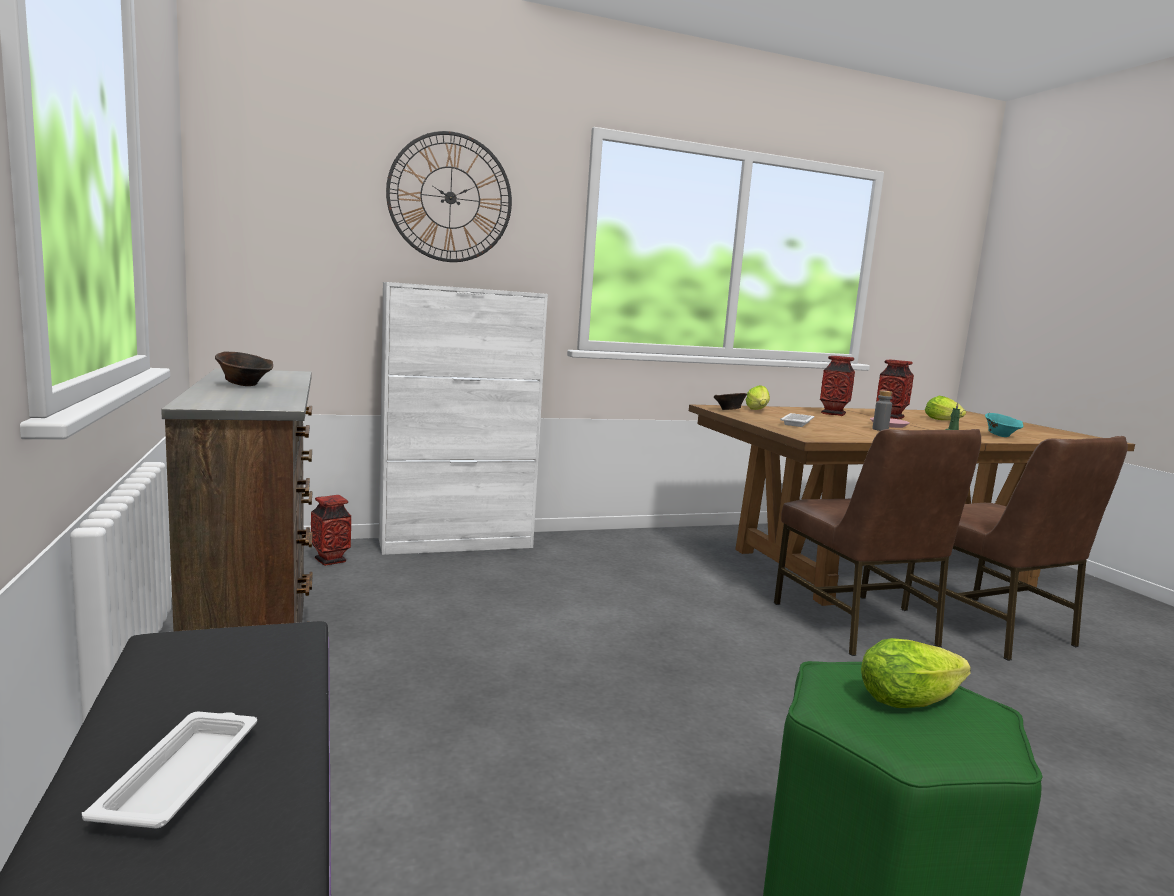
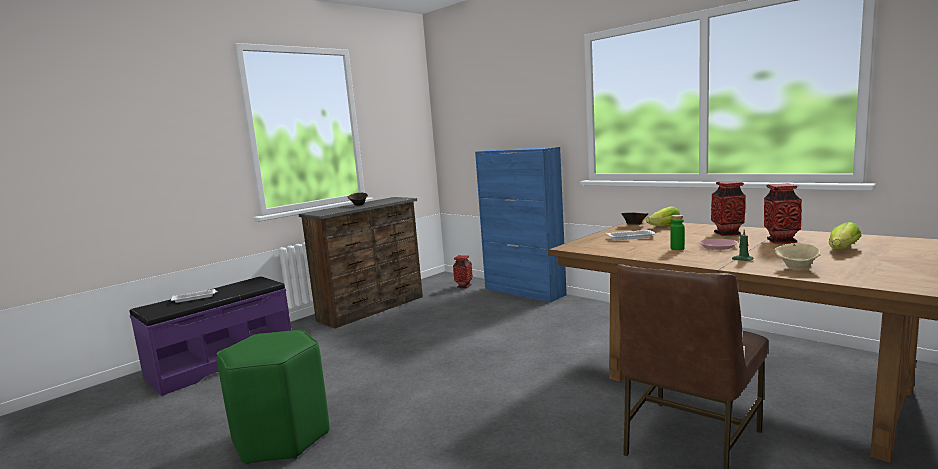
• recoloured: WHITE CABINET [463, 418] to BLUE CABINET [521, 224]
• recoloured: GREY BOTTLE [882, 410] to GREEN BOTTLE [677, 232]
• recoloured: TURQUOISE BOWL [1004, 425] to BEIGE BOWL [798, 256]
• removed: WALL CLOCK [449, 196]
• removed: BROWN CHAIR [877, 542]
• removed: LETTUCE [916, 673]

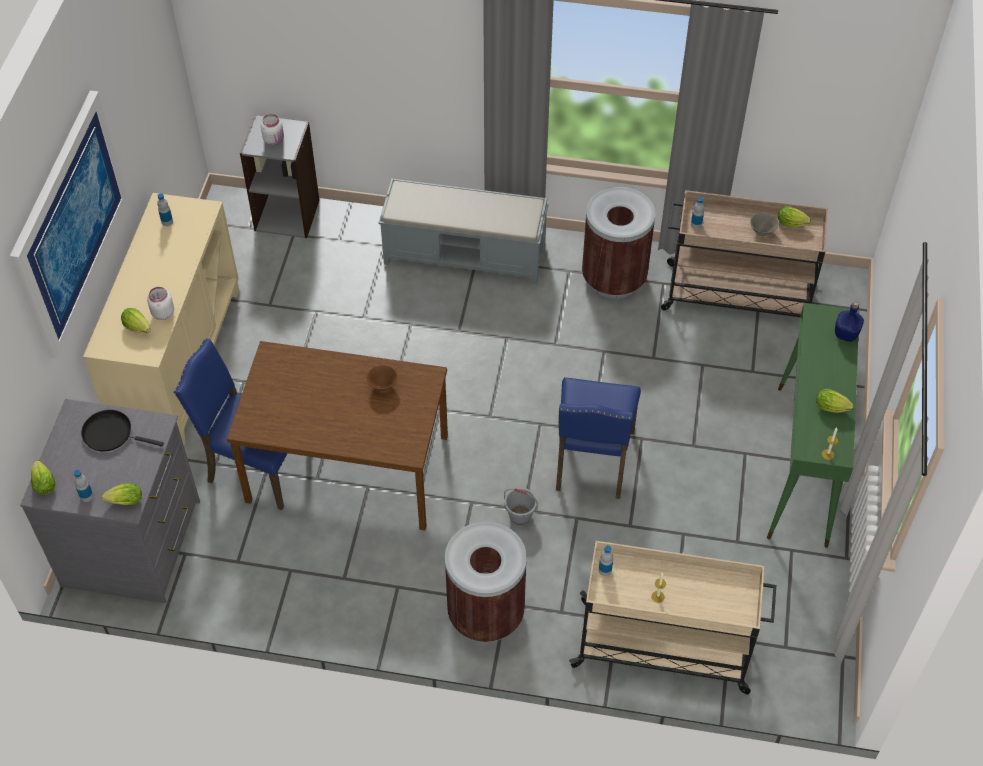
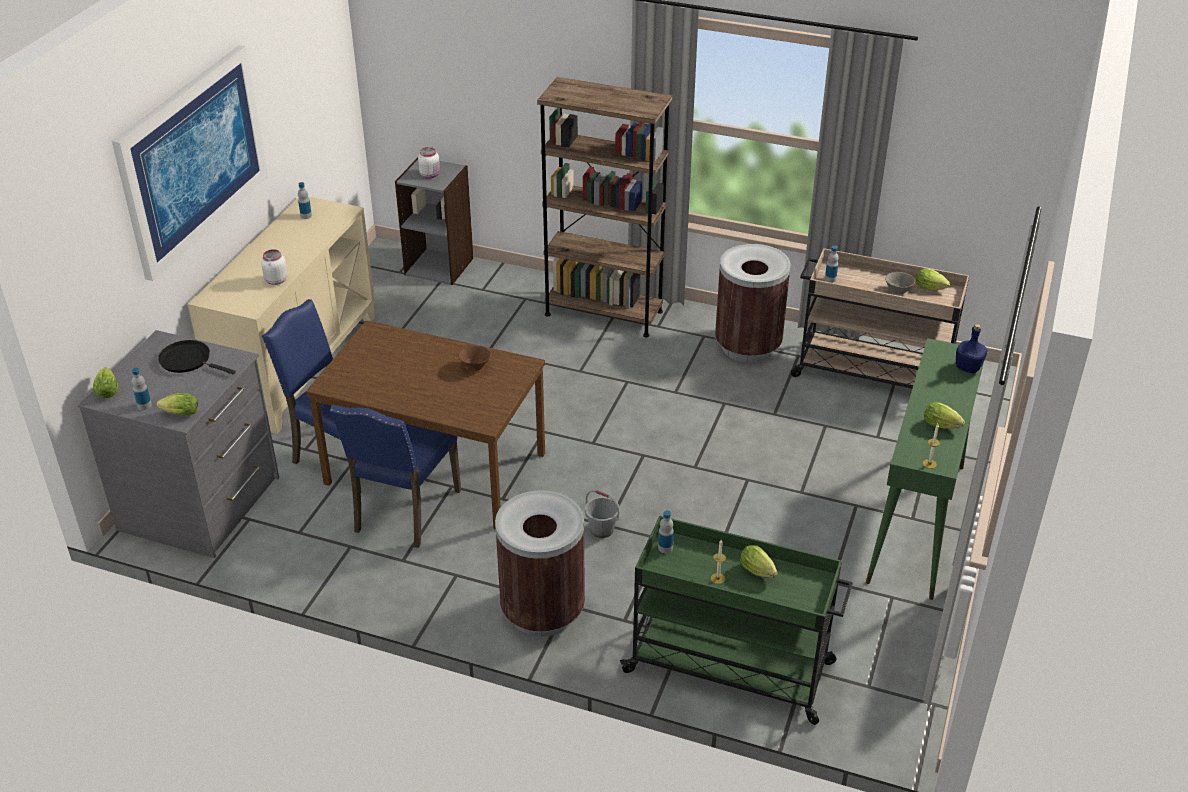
• moved: BLUE CHAIR [598, 438] to [395, 476]
• replaced: GREY BENCH [464, 231] to BROWN BOOKCASE [604, 207]
• recoloured: BEIGE CART [672, 617] to GREEN CART [736, 620]
• moved: LETTUCE [136, 320] to [759, 561]

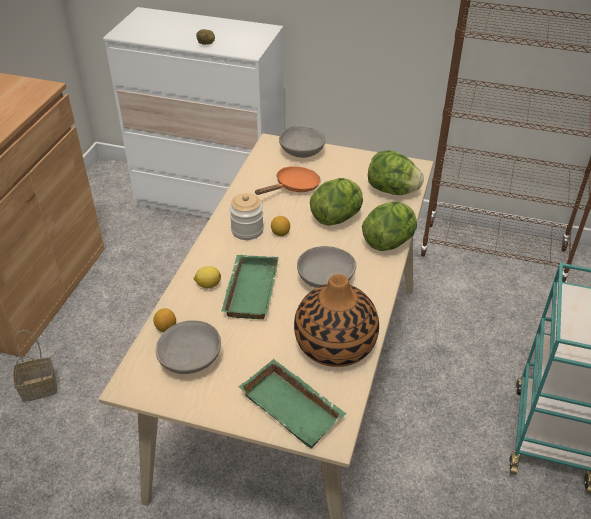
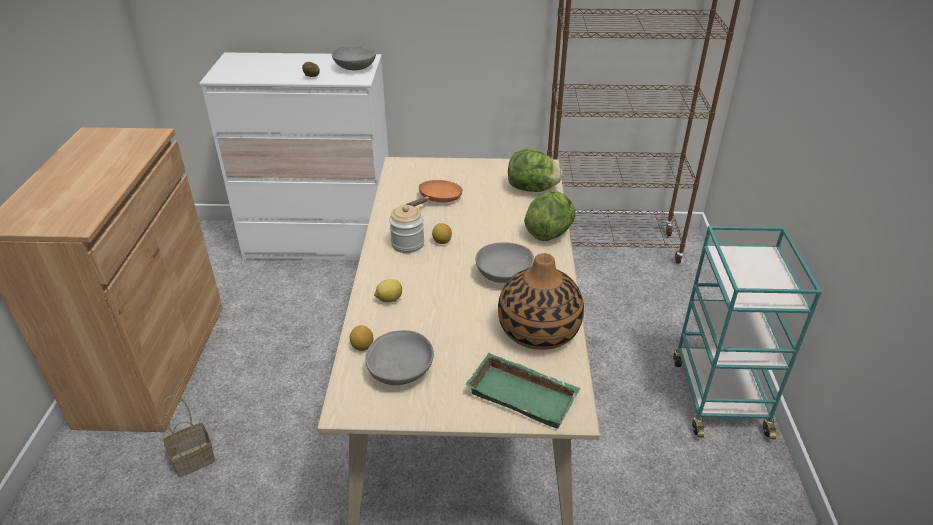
• moved: GREY BOWL [302, 141] to [354, 57]
• removed: GREEN TRAY [250, 287]
• removed: LETTUCE [336, 202]

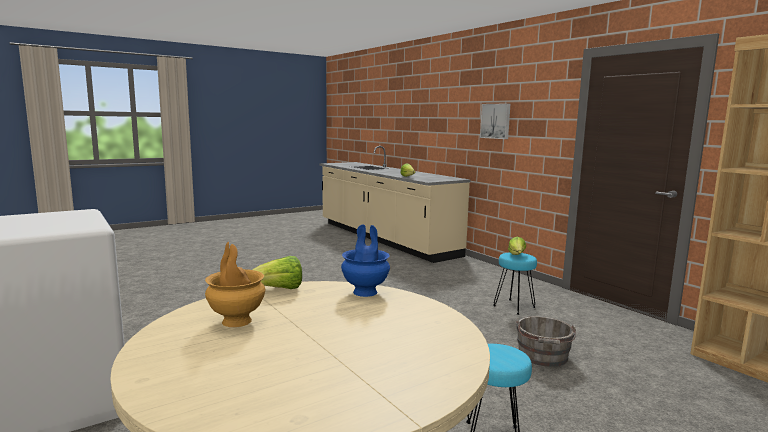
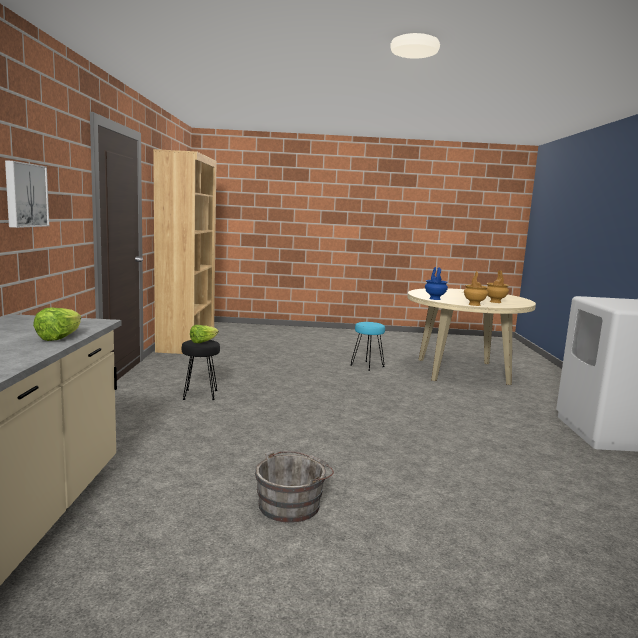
• recoloured: TURQUOISE STOOL [515, 283] to BLACK STOOL [201, 370]
• moved: GREY BUCKET [546, 341] to [294, 487]
• replaced: LETTUCE [277, 272] to BROWN VASE [476, 288]

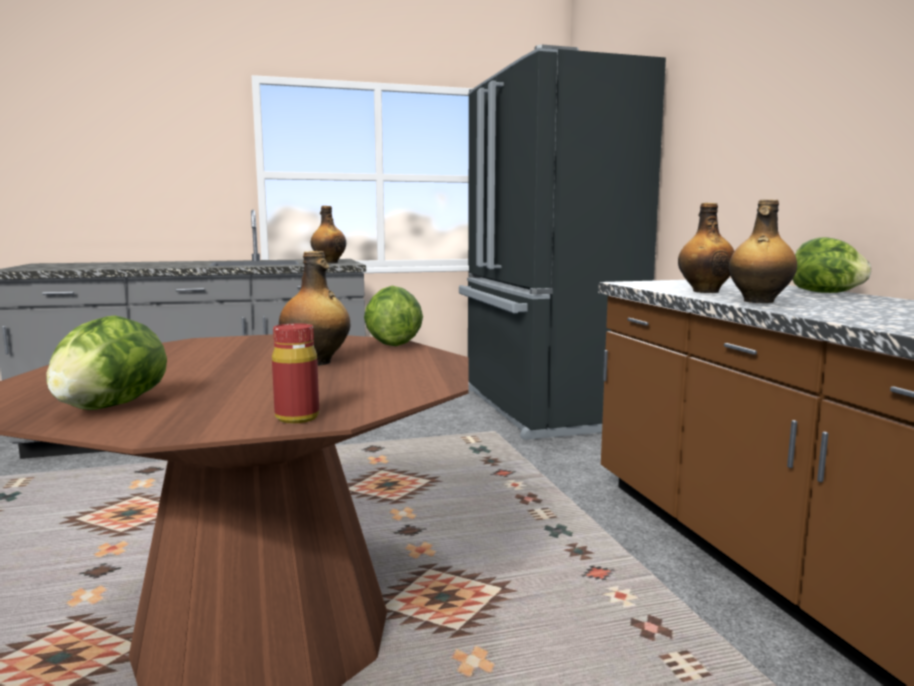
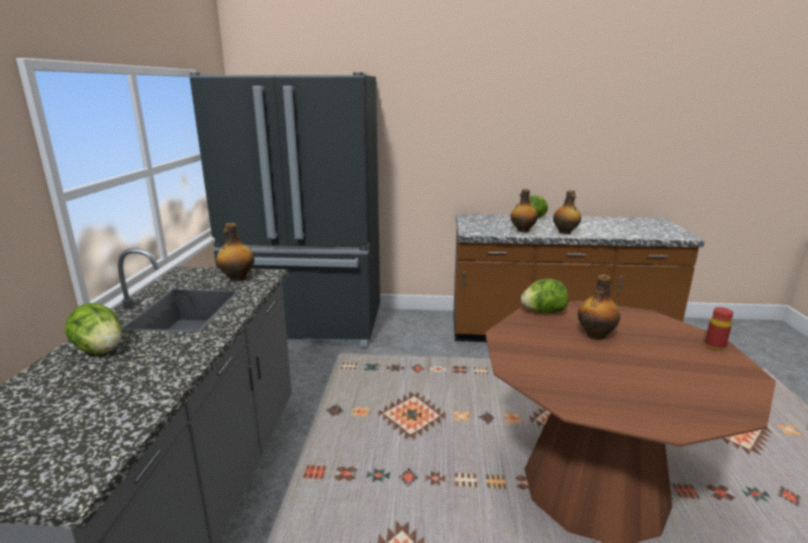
• moved: LETTUCE [106, 362] to [93, 328]

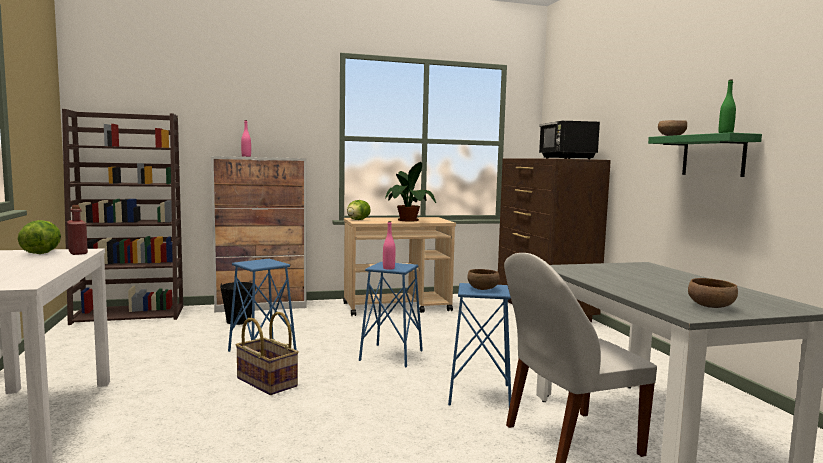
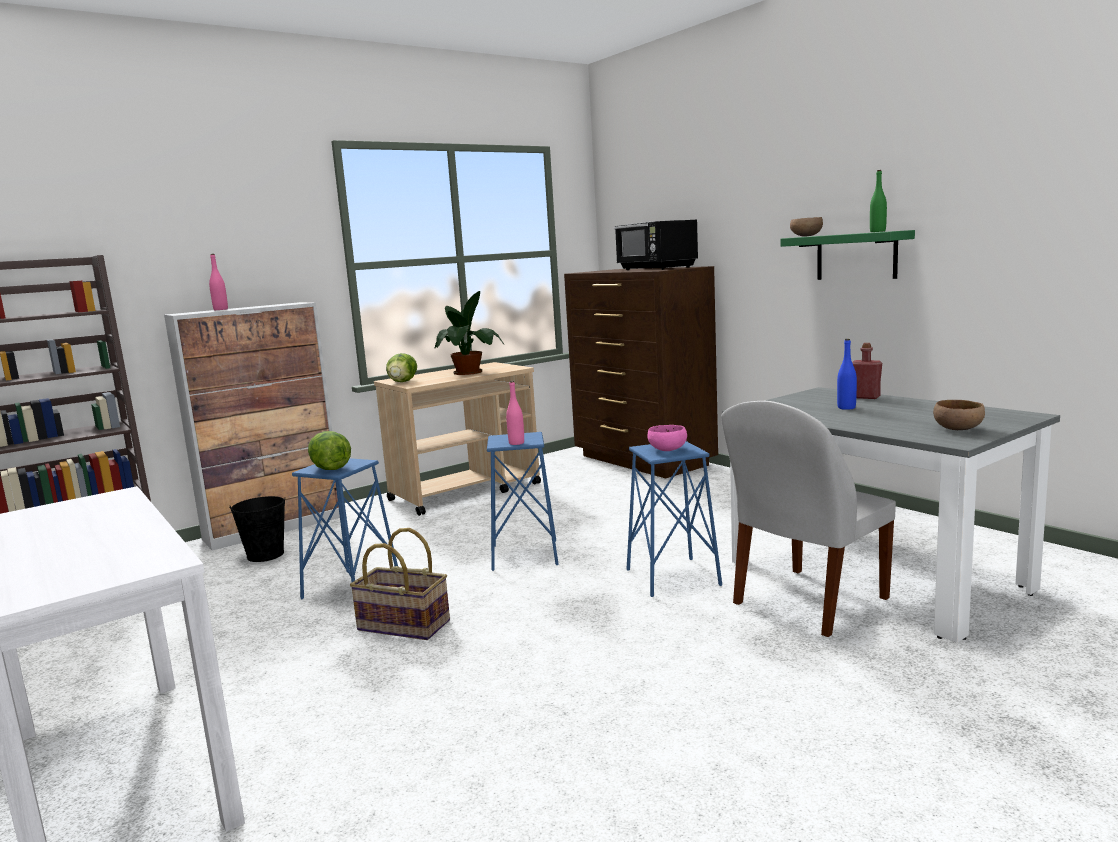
• moved: LETTUCE [39, 237] to [329, 450]
• recoloured: BROWN BOWL [483, 279] to PINK BOWL [667, 438]
• added: BLUE BOTTLE [847, 374]
• moved: RED BOTTLE [77, 230] to [867, 371]

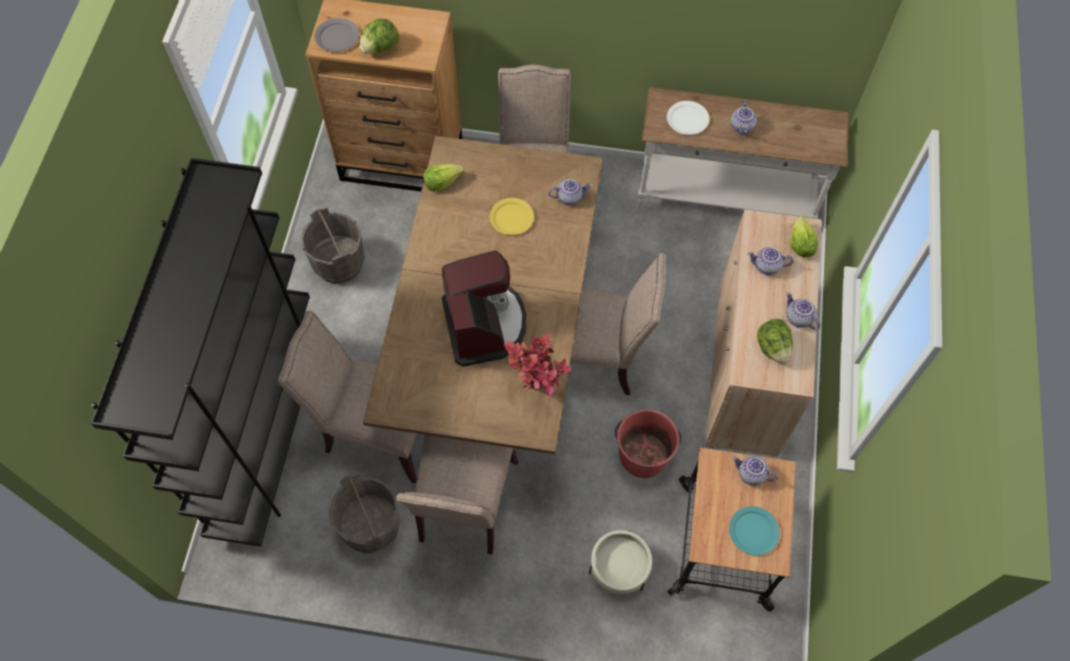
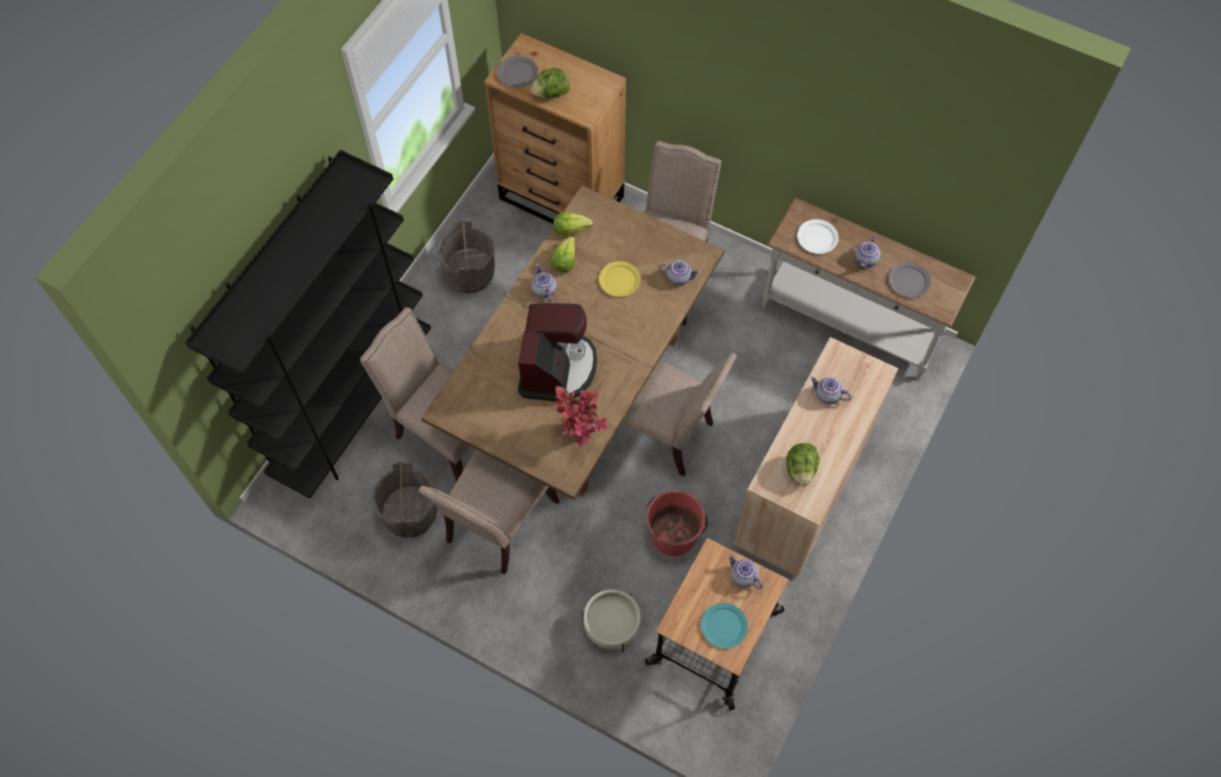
• moved: TEAPOT [803, 311] to [544, 283]
• moved: LETTUCE [804, 236] to [563, 254]
• added: GREY PLATE [909, 280]

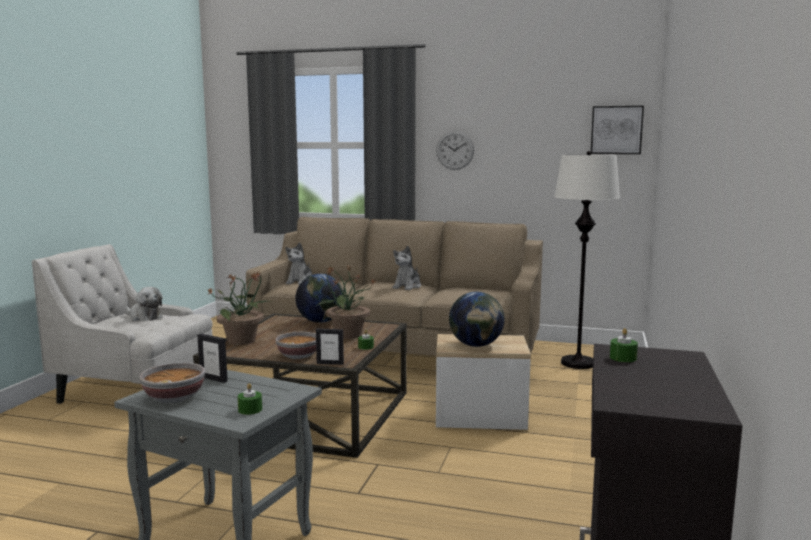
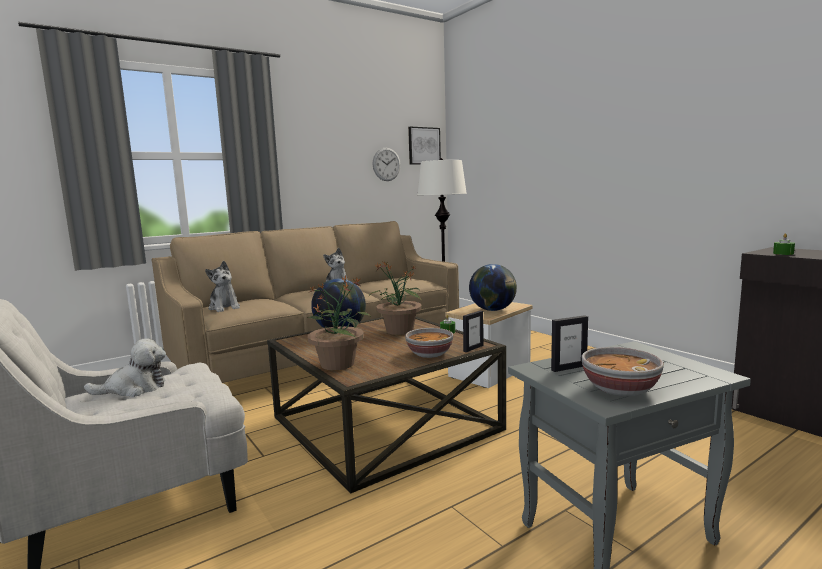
• moved: WALL CLOCK [455, 150] to [386, 164]
• removed: GREEN CANDLE [250, 399]

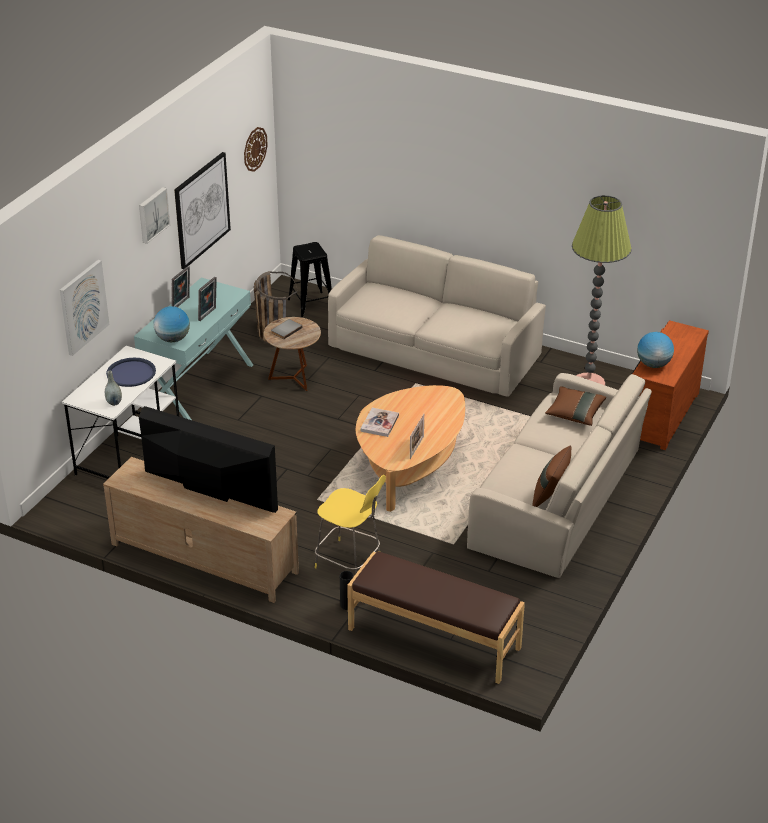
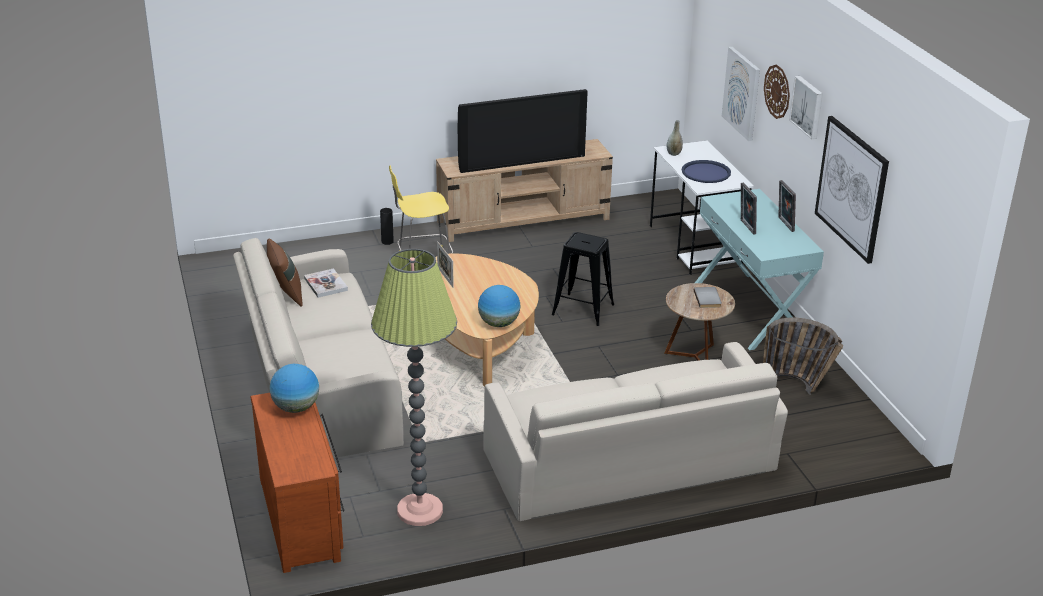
• moved: BOOK [379, 422] to [326, 283]
• moved: GLOBE [171, 324] to [499, 306]
• moved: BLACK STOOL [310, 280] to [583, 279]
• moved: WALL CLOCK [256, 149] to [777, 91]
• removed: BROWN BENCH [436, 617]
• removed: BROWN PILLOW [575, 406]

